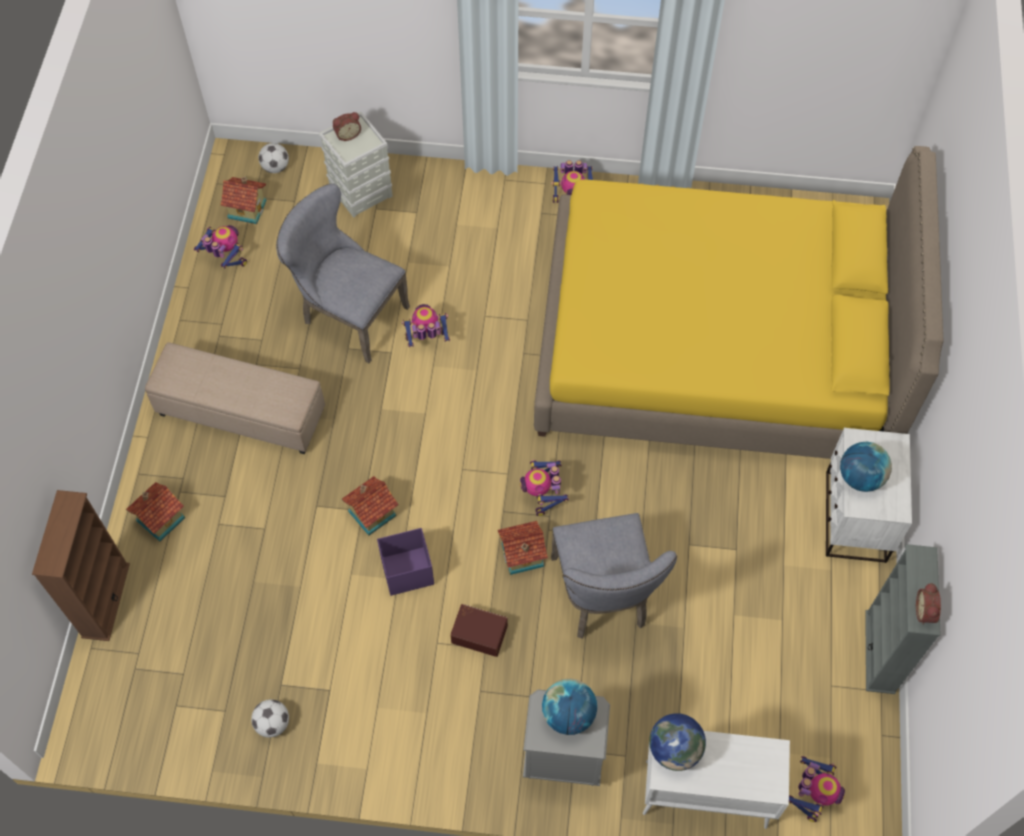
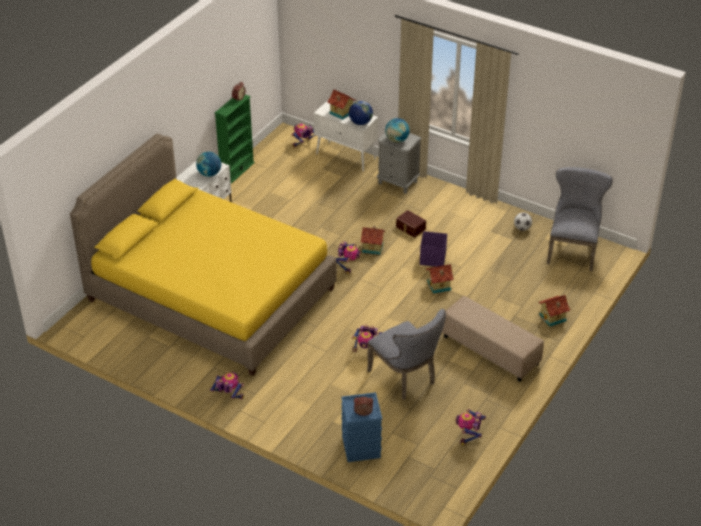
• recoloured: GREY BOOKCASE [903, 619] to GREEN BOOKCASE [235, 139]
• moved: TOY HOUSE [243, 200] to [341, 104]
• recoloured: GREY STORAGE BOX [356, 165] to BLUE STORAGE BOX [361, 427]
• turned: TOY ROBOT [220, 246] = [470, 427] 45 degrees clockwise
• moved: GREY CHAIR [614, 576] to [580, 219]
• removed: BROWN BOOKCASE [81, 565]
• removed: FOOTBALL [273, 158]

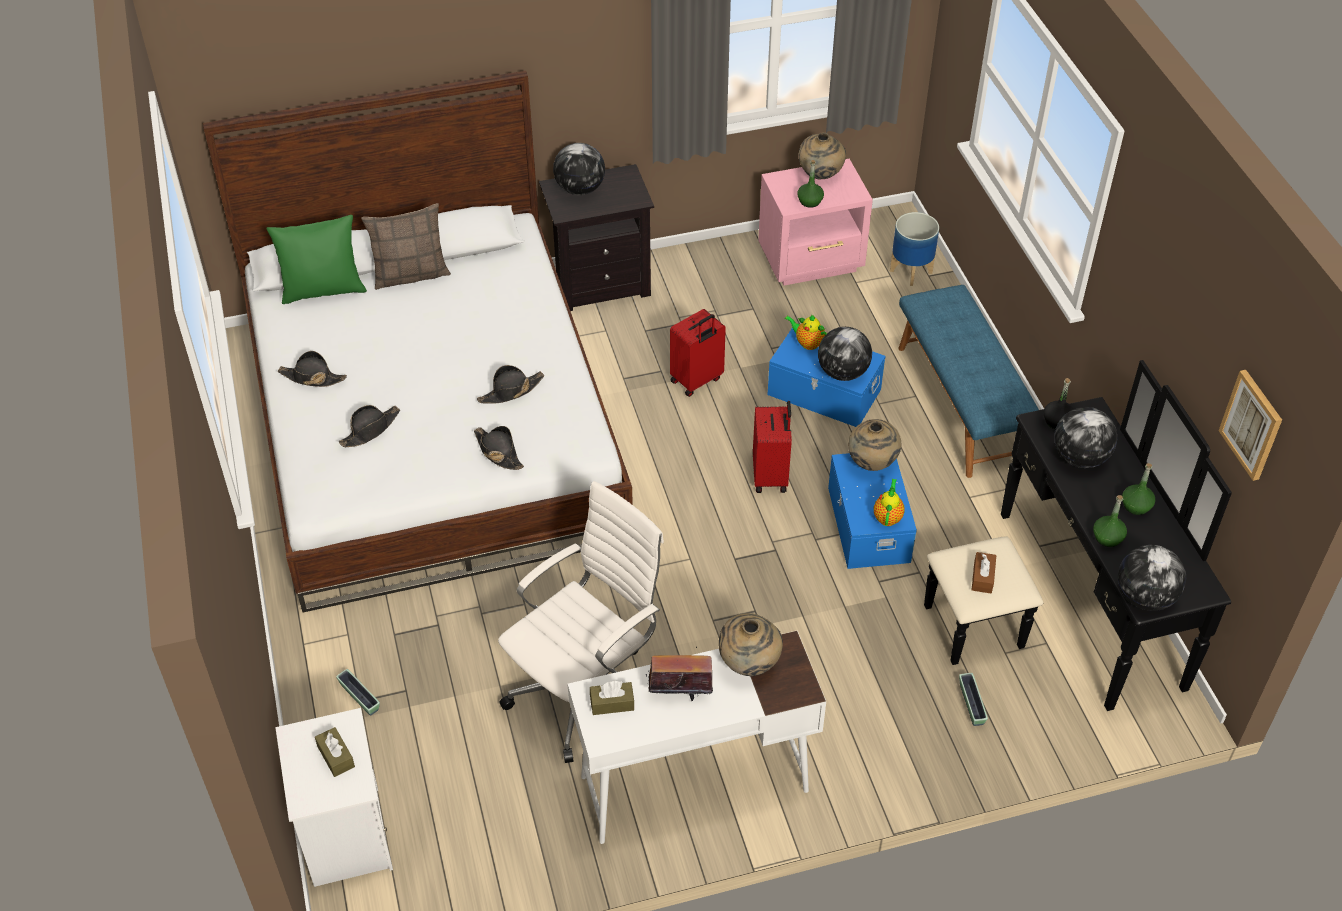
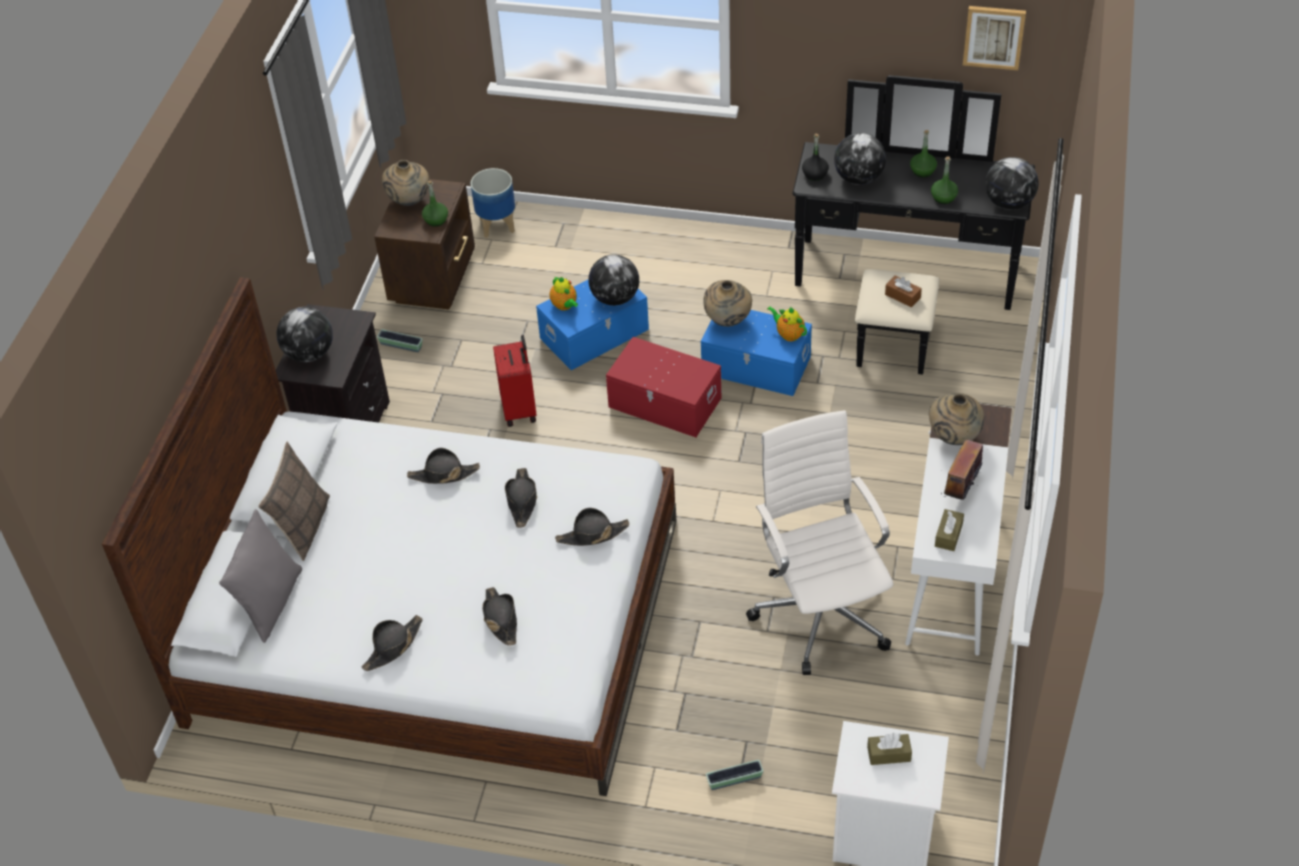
• recoloured: GREEN PILLOW [317, 259] to GREY PILLOW [260, 576]
• recoloured: PINK NIGHTSTAND [815, 222] to BROWN NIGHTSTAND [424, 244]
• moved: PLANTER [973, 699] to [400, 340]
• added: BLACK HAT [443, 466]
• turned: TEAPOT [806, 332] = [564, 293] 90 degrees counterclockwise
• replaced: RED SUITCASE [772, 447] to RED STORAGE BOX [663, 387]
• removed: BLUE BENCH [968, 381]

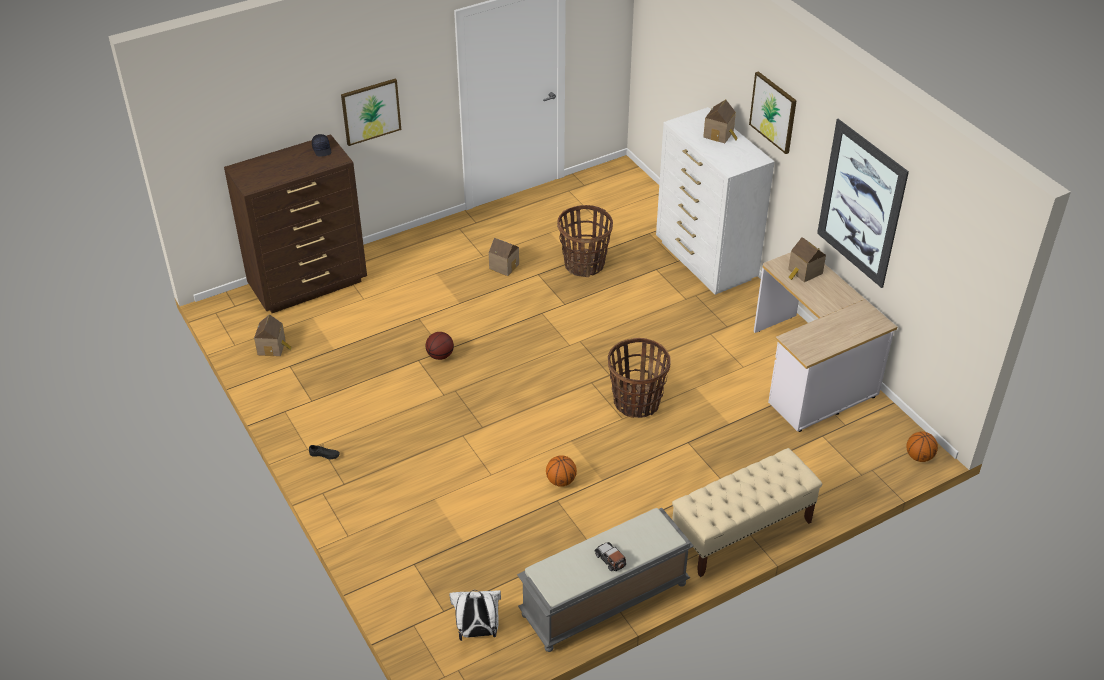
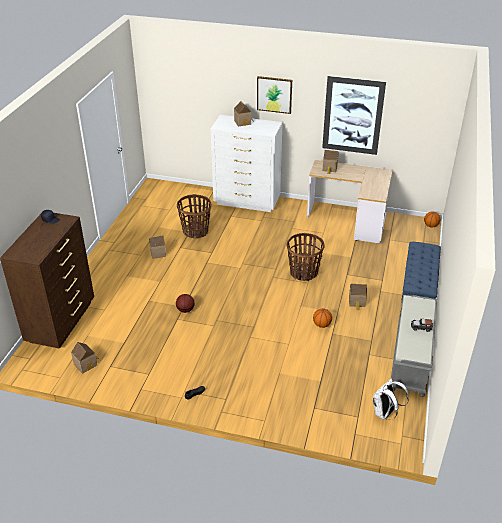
• added: TOY HOUSE [358, 297]
• recoloured: BEIGE BENCH [747, 512] to BLUE BENCH [420, 278]
• removed: PICTURE [371, 112]

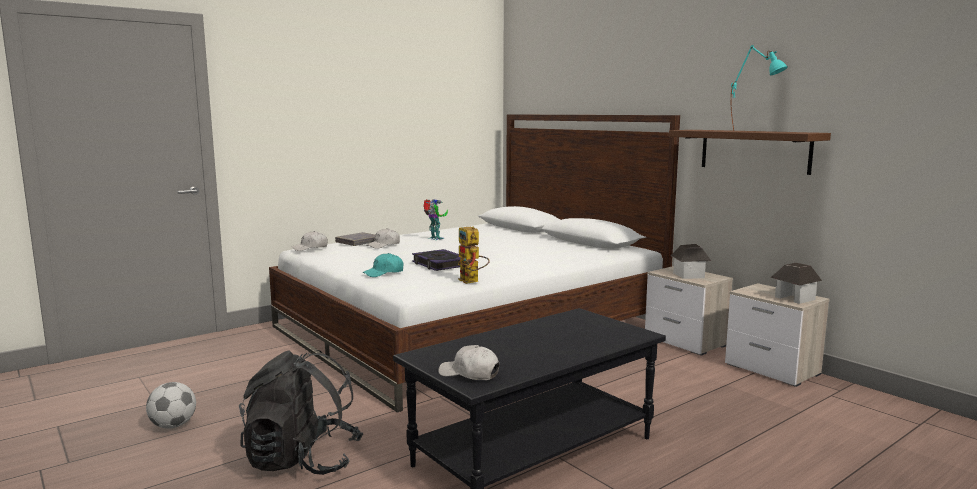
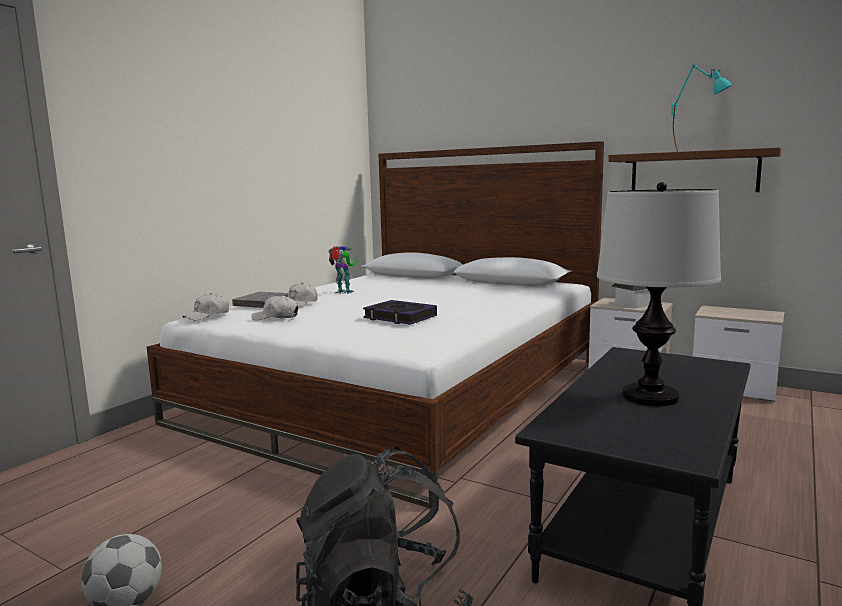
• moved: WHITE CAP [469, 362] to [274, 307]
• added: TABLE LAMP [659, 294]
• removed: TURQUOISE CAP [383, 265]
• removed: TOY ROBOT [474, 255]
• removed: TOY HOUSE [796, 283]

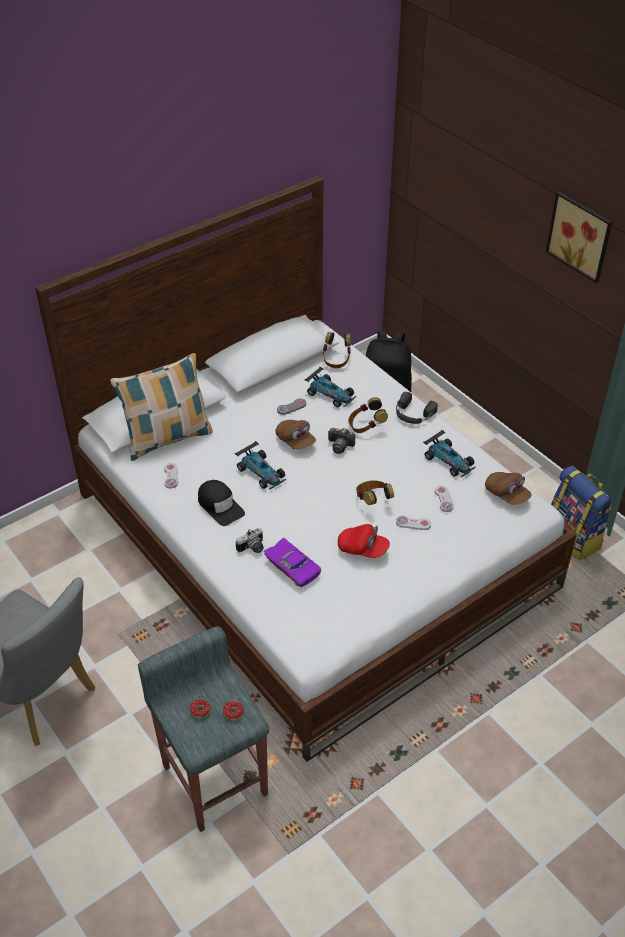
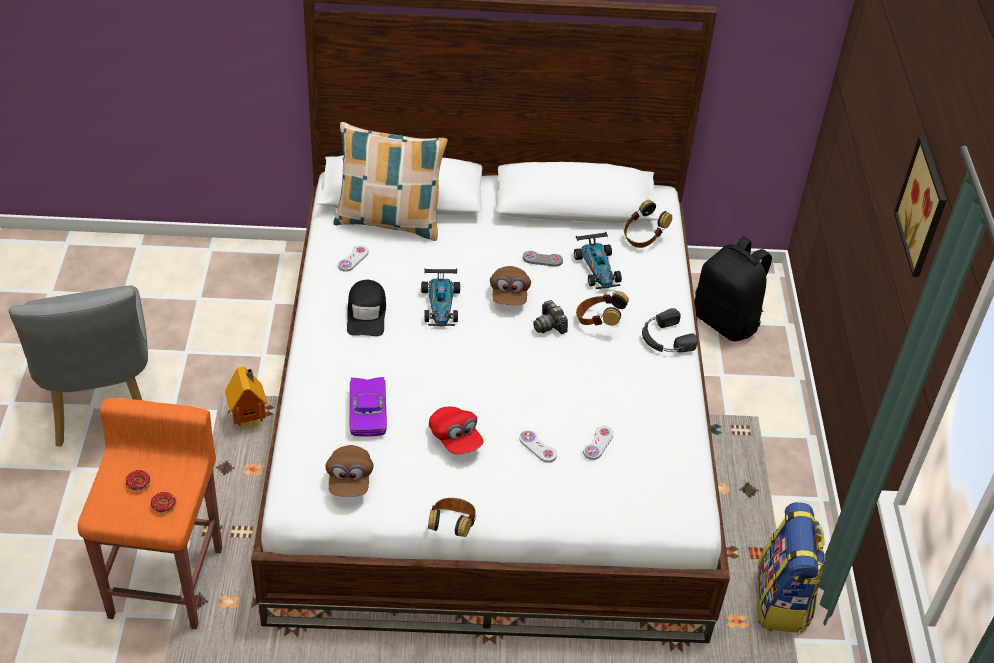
• recoloured: GREY STOOL [203, 729] to ORANGE STOOL [150, 513]
• added: TOY HOUSE [246, 398]
• moved: BROWN CAP [508, 488] to [349, 471]
• moved: HEADPHONES [375, 492] to [452, 517]
• removed: PHOTO CAMERA [250, 540]
• removed: TOY CAR [449, 453]

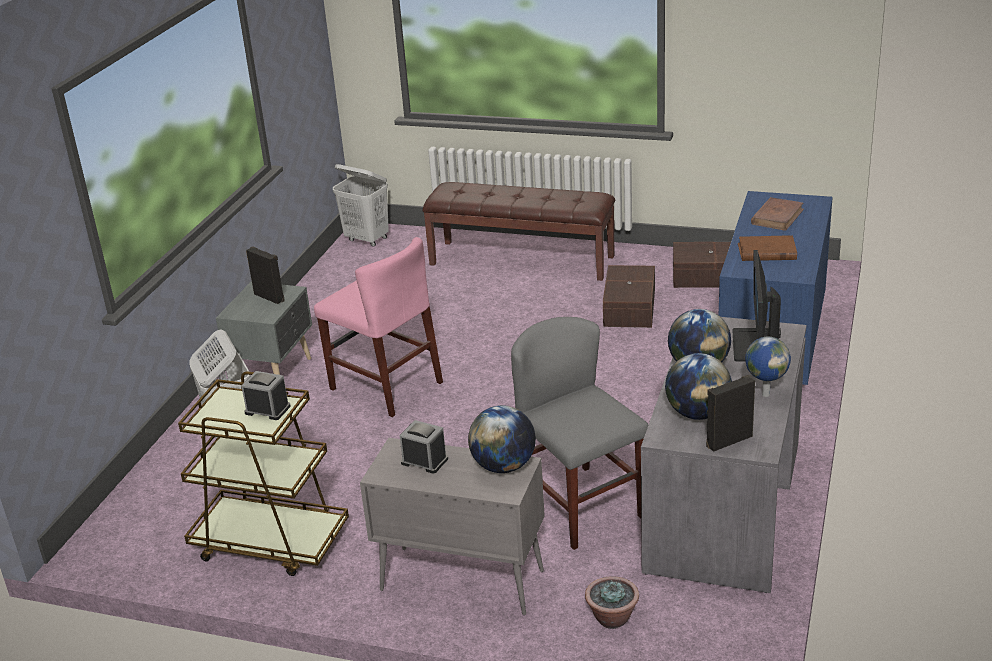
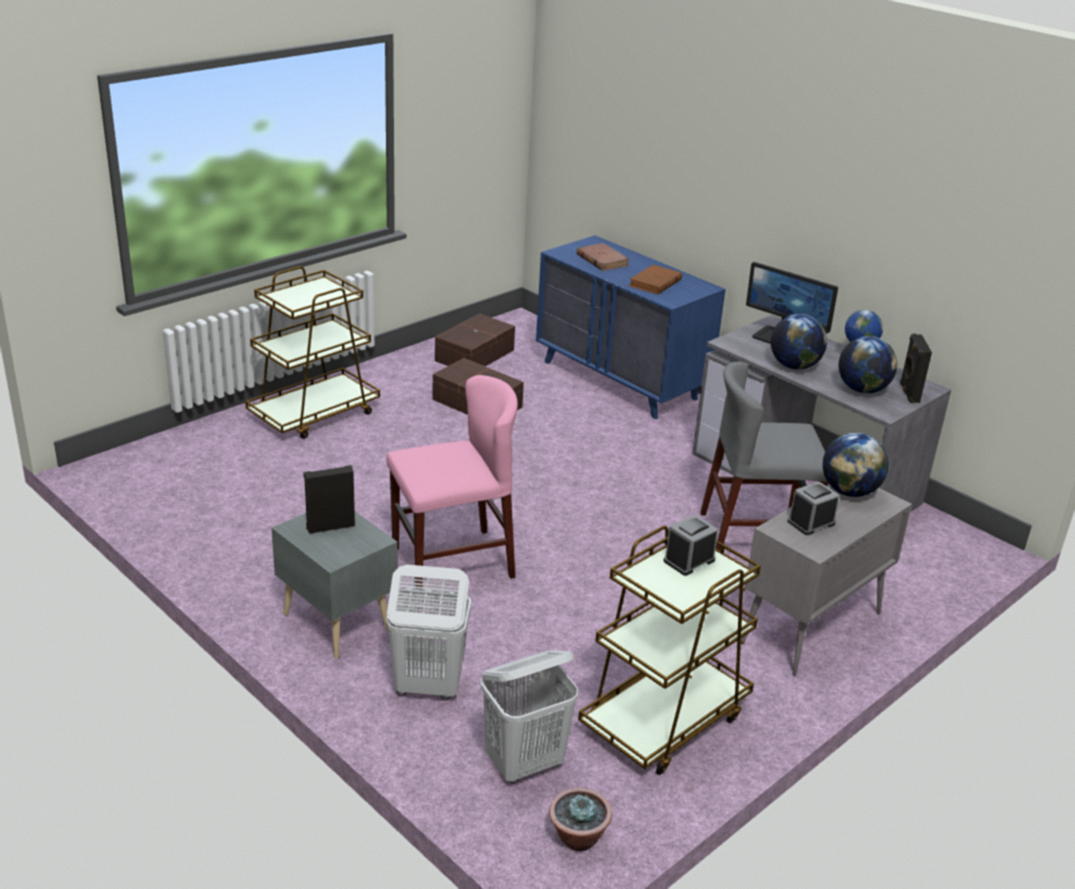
• replaced: BROWN BENCH [519, 231] to BROWN CART [312, 352]
• moved: WHITE LAUNDRY BASKET [361, 205] to [529, 716]
• moved: POTTED PLANT [612, 603] to [580, 819]

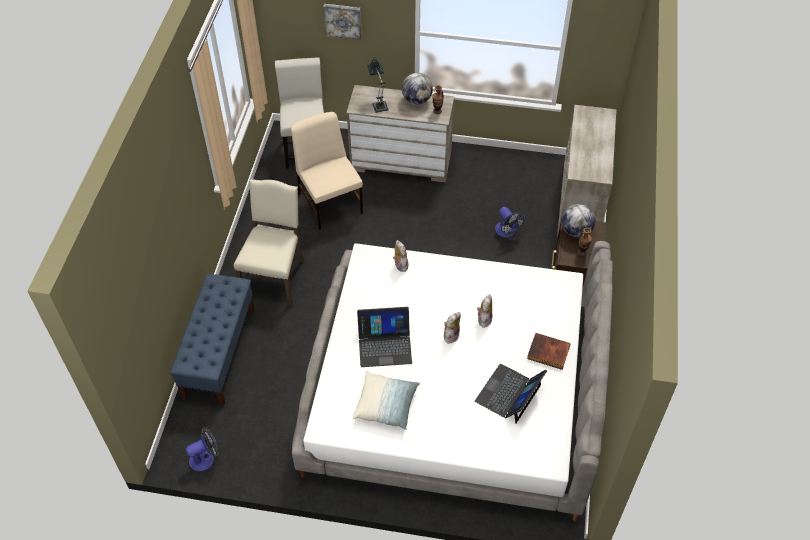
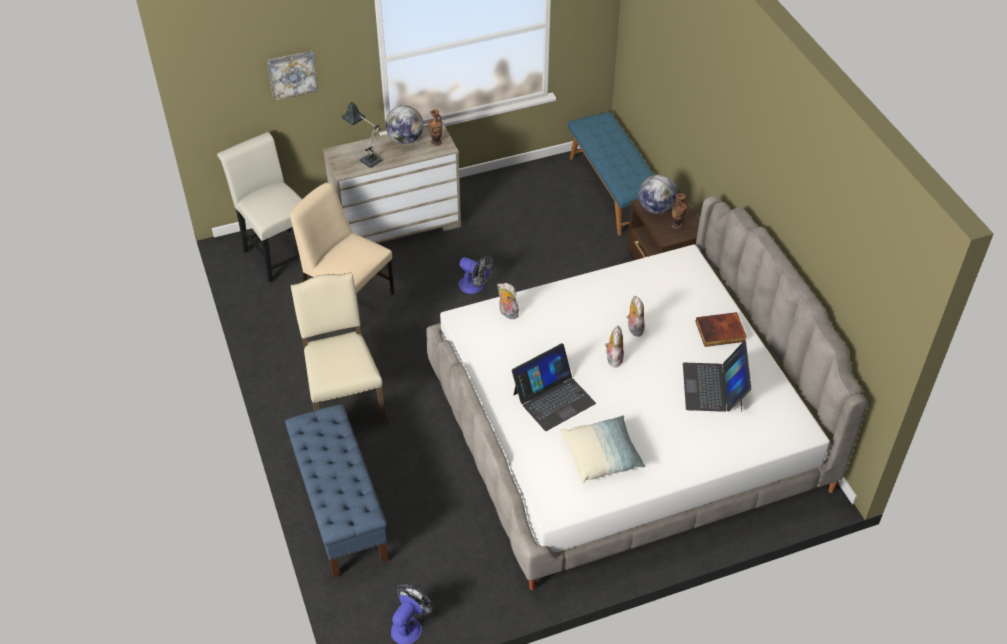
• moved: FAN [510, 222] to [475, 275]
• replaced: BEIGE DRESSER [586, 170] to BLUE BENCH [611, 174]

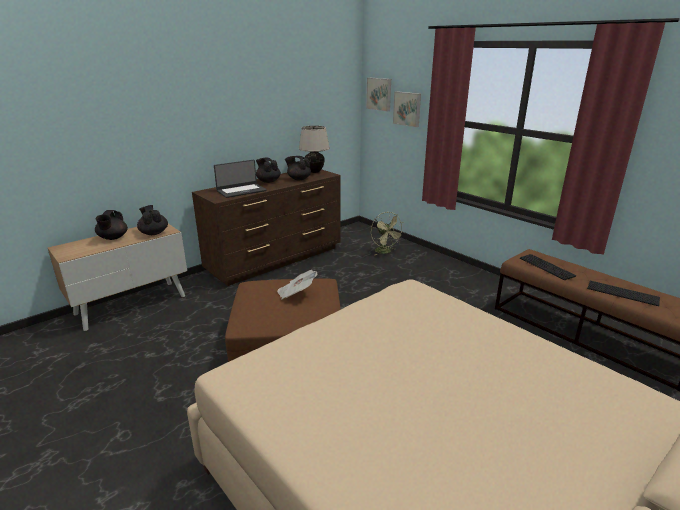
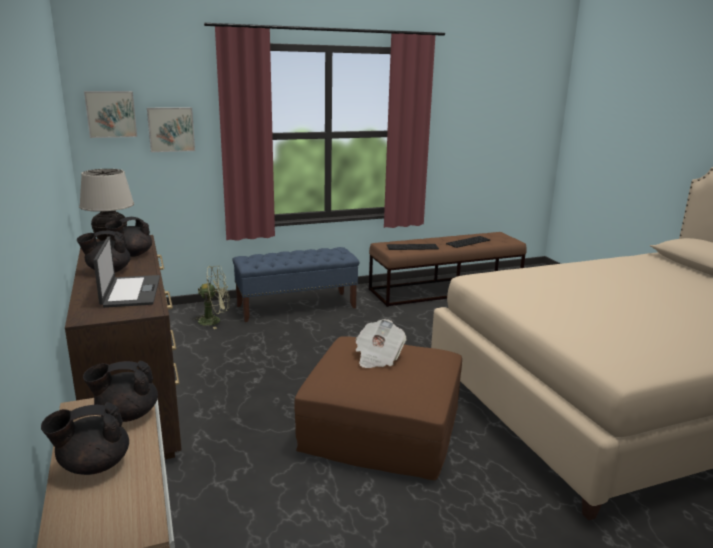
• turned: BLACK TEAPOT [111, 225] = [85, 438] 135 degrees clockwise
• added: BLUE BENCH [296, 284]

